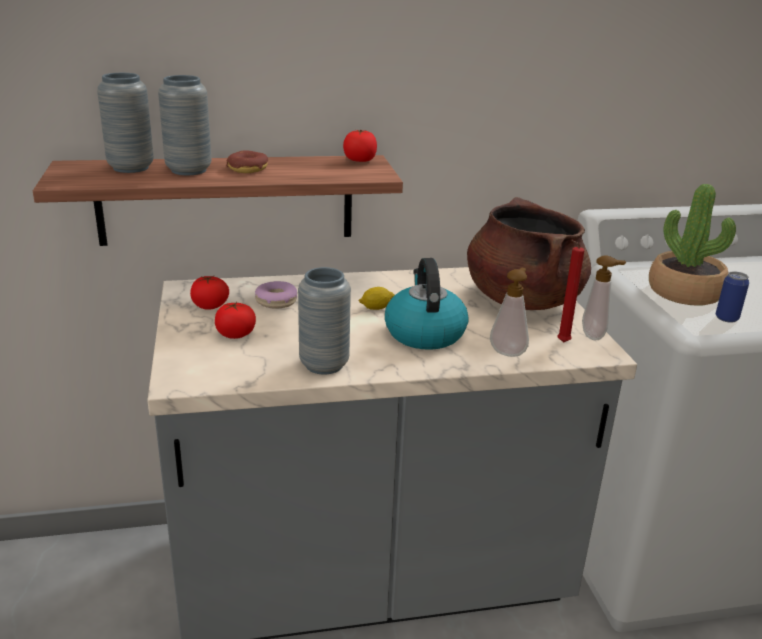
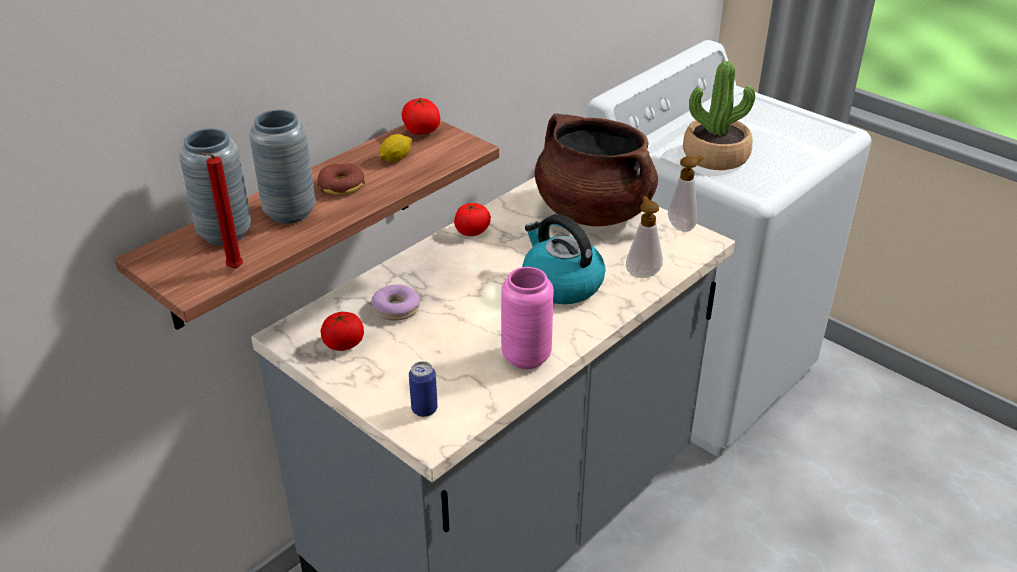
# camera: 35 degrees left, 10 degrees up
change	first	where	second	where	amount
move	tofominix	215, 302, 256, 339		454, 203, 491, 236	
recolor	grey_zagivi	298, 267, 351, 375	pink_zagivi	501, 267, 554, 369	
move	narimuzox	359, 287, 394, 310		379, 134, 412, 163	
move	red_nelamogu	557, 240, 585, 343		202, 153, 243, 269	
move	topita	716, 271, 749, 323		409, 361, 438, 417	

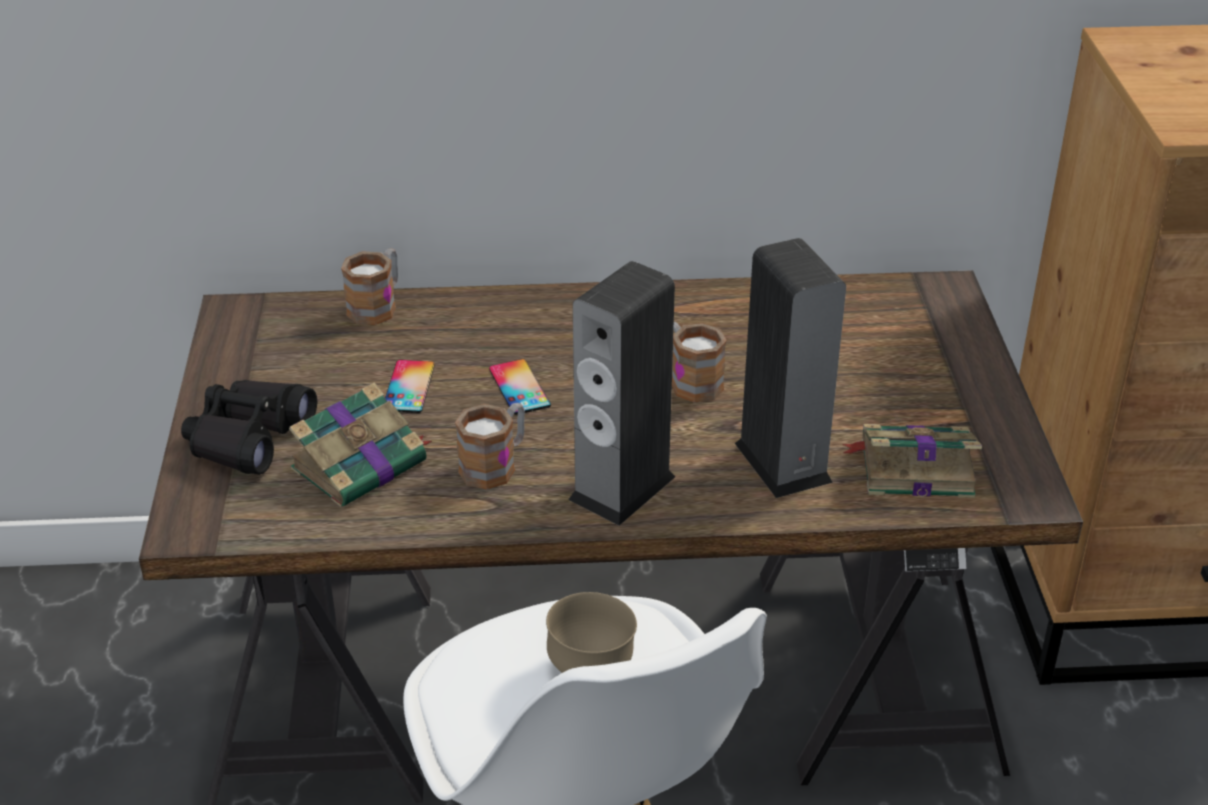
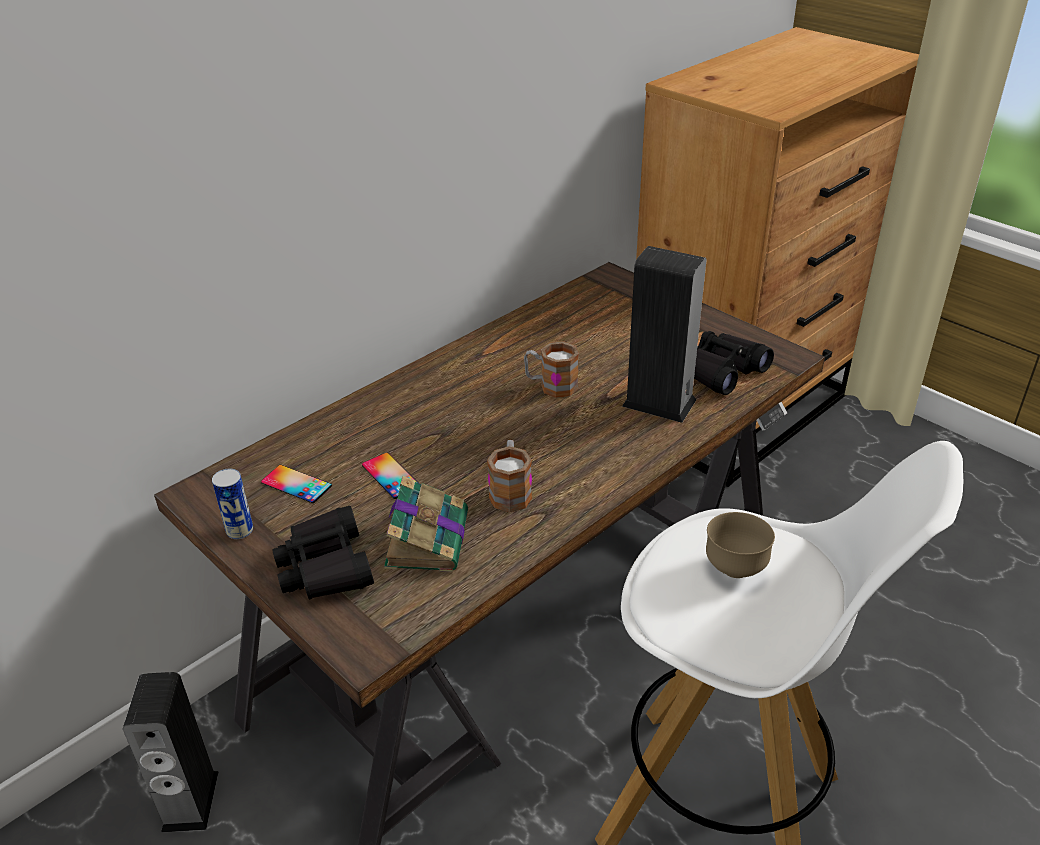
# camera: 40 degrees left, 0 degrees up
change	first	where	second	where	amount
delete	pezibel	341, 248, 398, 325			
move	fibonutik	489, 359, 551, 415		261, 465, 332, 503	
move	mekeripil	568, 261, 675, 526		123, 672, 219, 833	
replace	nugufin	842, 424, 982, 498	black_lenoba	694, 331, 774, 395	
insert			topita	212, 468, 253, 539	

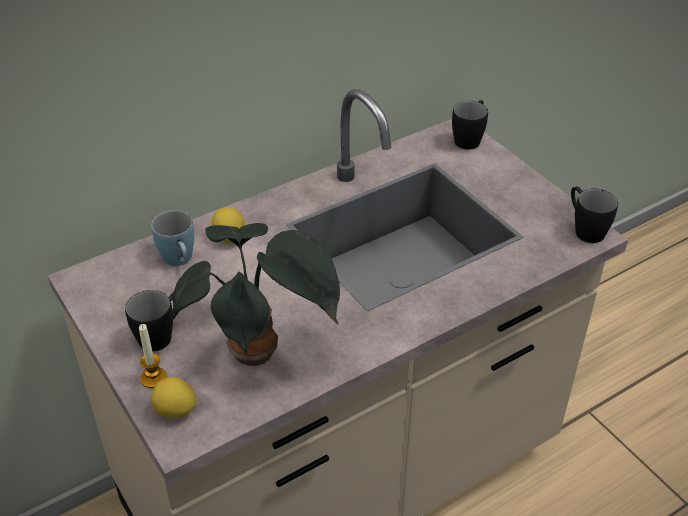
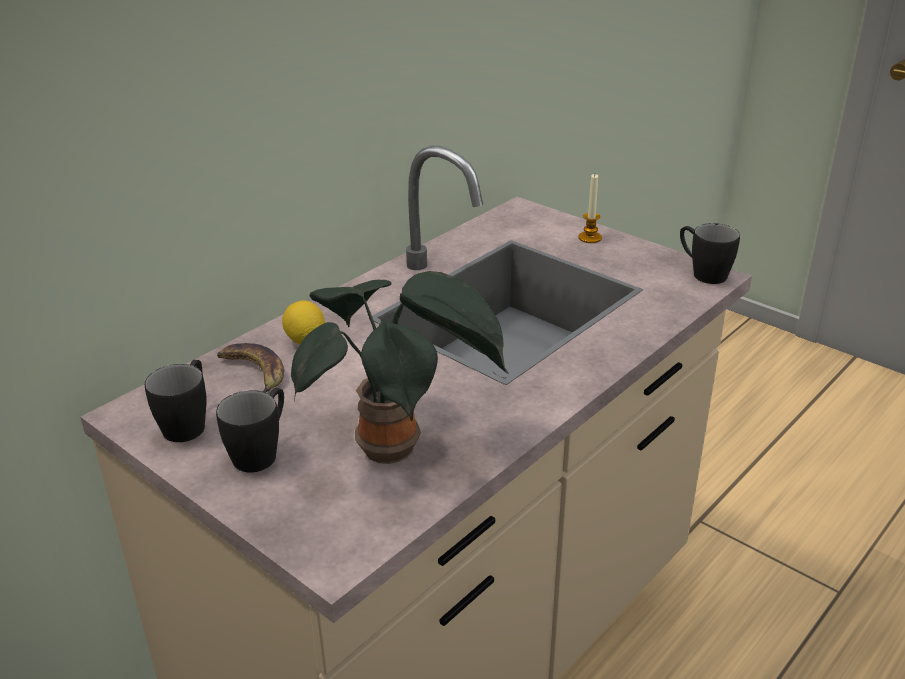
# camera: 15 degrees left, 10 degrees down
change	first	where	second	where	amount
move	nelamogu	139, 324, 167, 388		579, 174, 602, 243	
replace	blue_pezibel	151, 210, 194, 266	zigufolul	217, 343, 284, 393	
delete	narimuzox	151, 377, 197, 419			
move	black_pezibel	452, 100, 488, 150		145, 360, 207, 442	

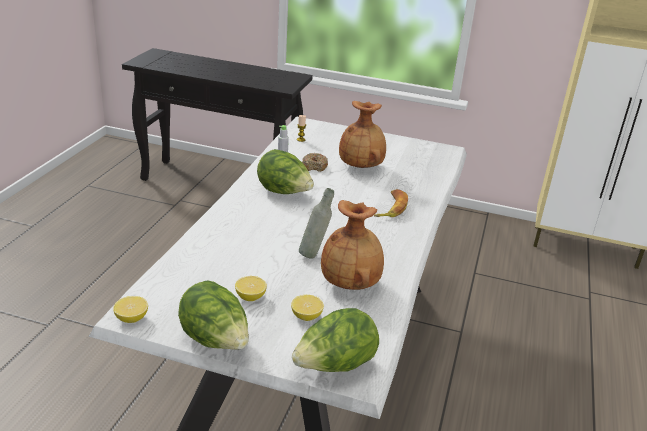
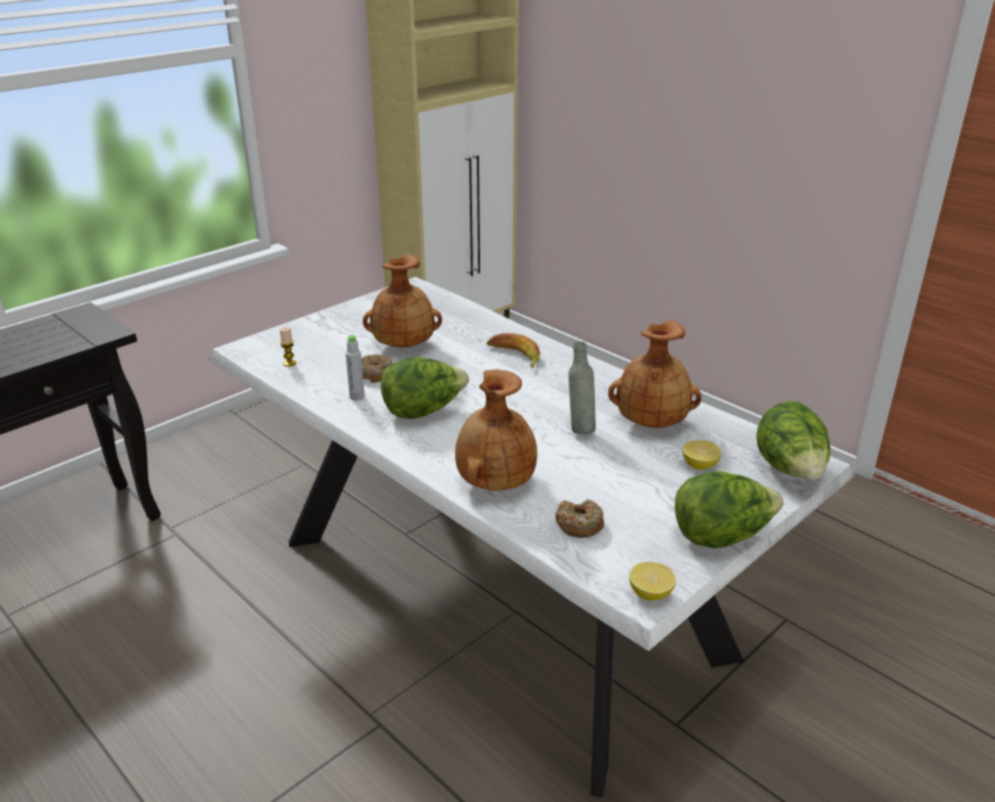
# camera: 60 degrees left, 0 degrees up
change	first	where	second	where	amount
delete	narimuzox	235, 276, 267, 301			
insert			brown_zagivi	455, 369, 537, 491	
insert			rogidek	555, 499, 604, 538	

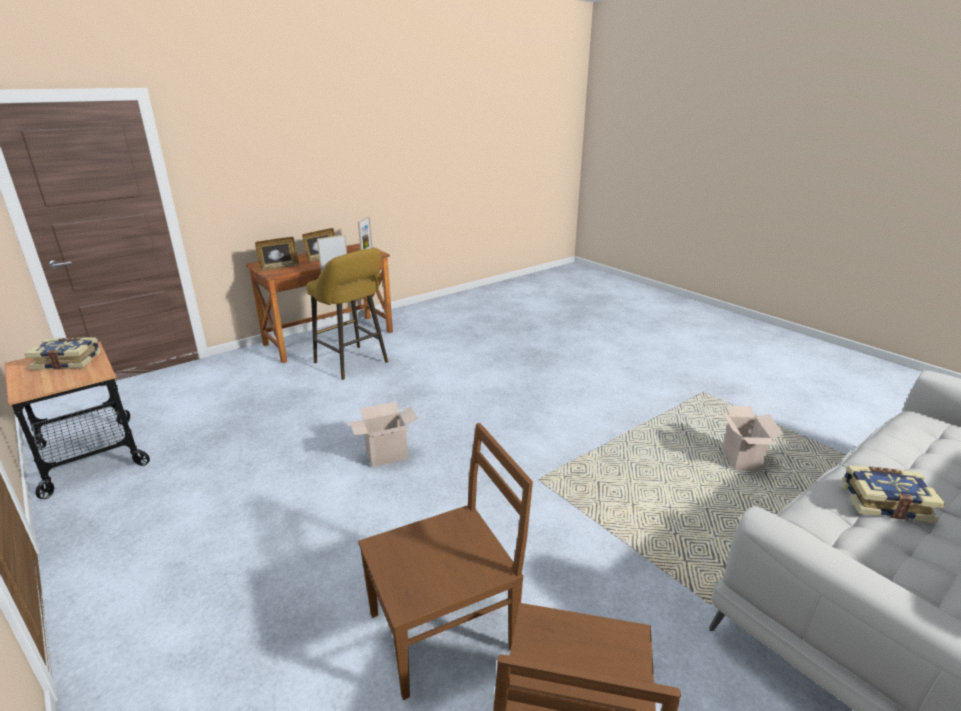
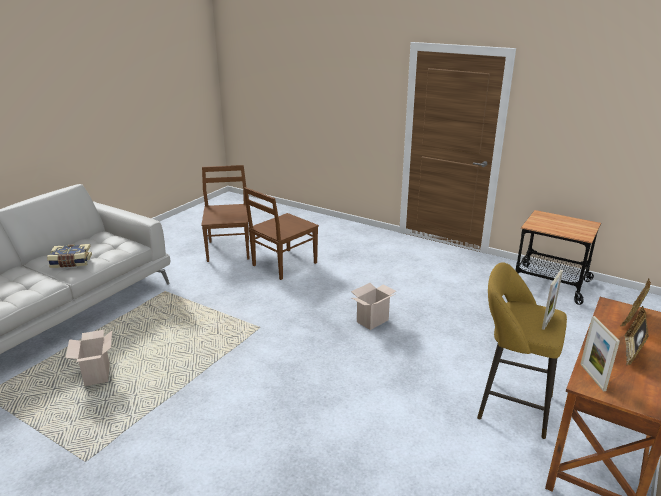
# camera: 160 degrees right, 0 degrees up
change	first	where	second	where	amount
delete	nugufin	24, 337, 101, 370			

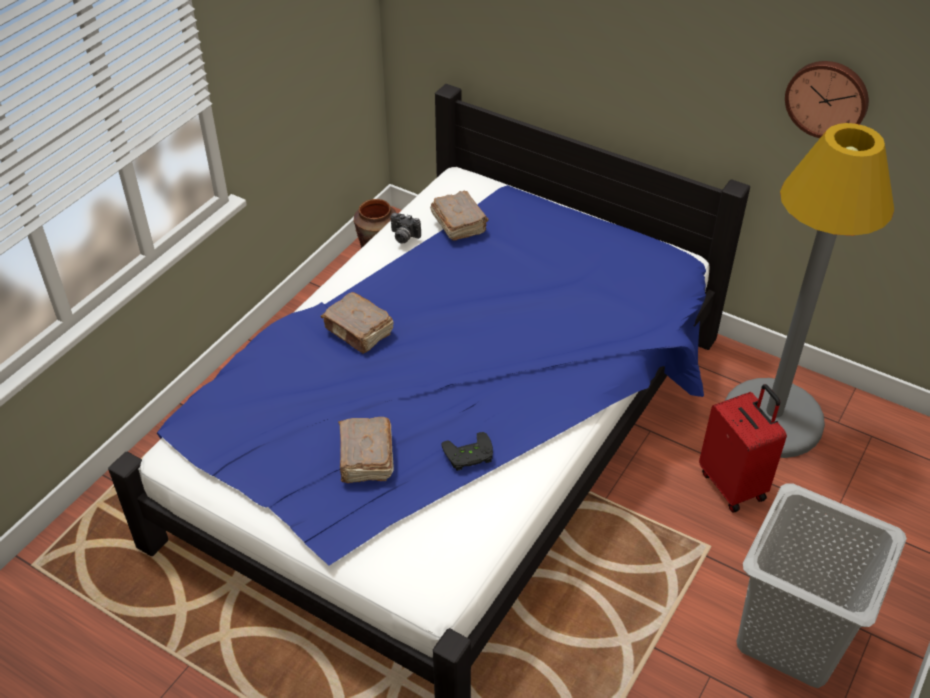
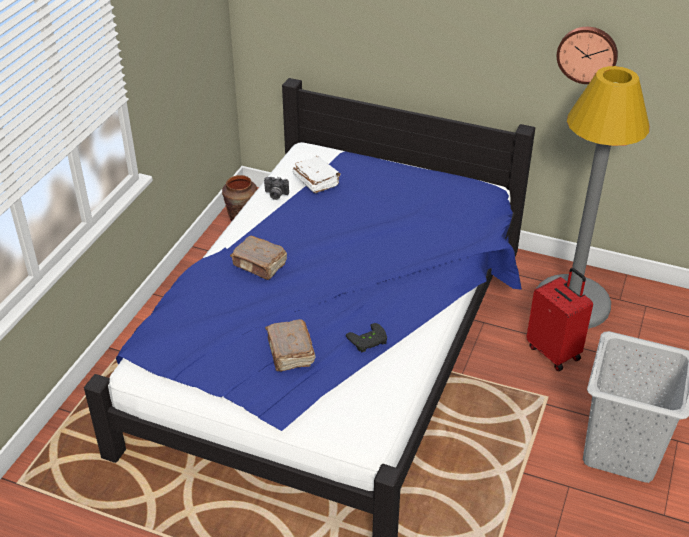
# camera: 10 degrees left, 5 degrees down
change	first	where	second	where	amount
recolor	brown_nugufin	430, 191, 489, 241	white_nugufin	292, 156, 341, 193	

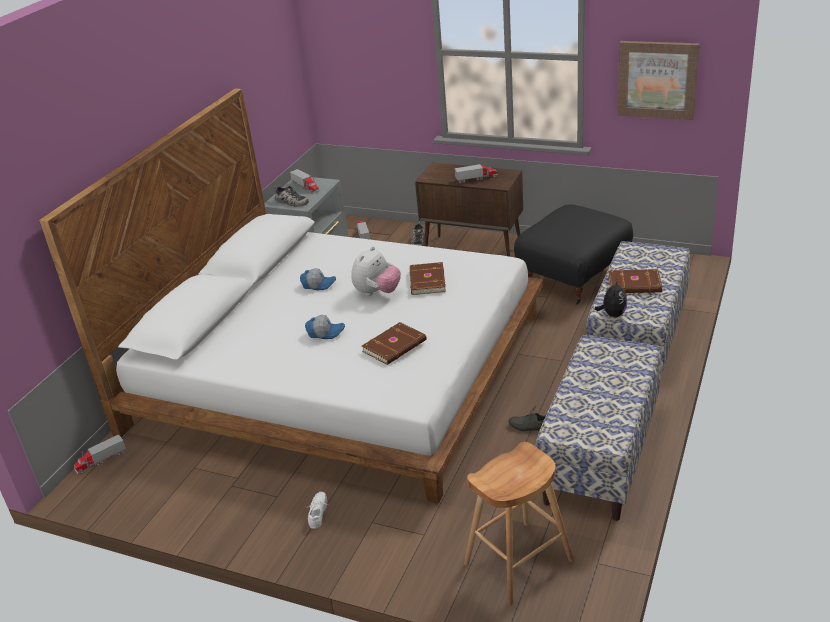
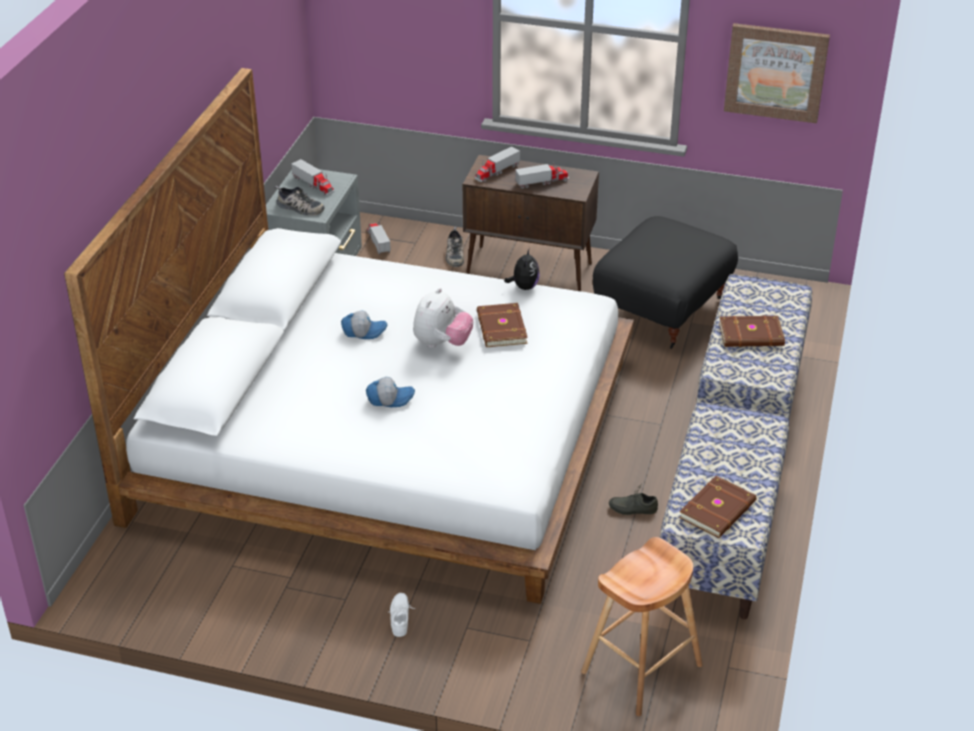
# camera: 10 degrees left, 5 degrees up
change	first	where	second	where	amount
move	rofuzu	74, 435, 126, 474		475, 147, 520, 182	
move	brown_nugufin	362, 322, 427, 365		679, 476, 757, 538	
move	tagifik	595, 279, 627, 317		504, 248, 540, 290	

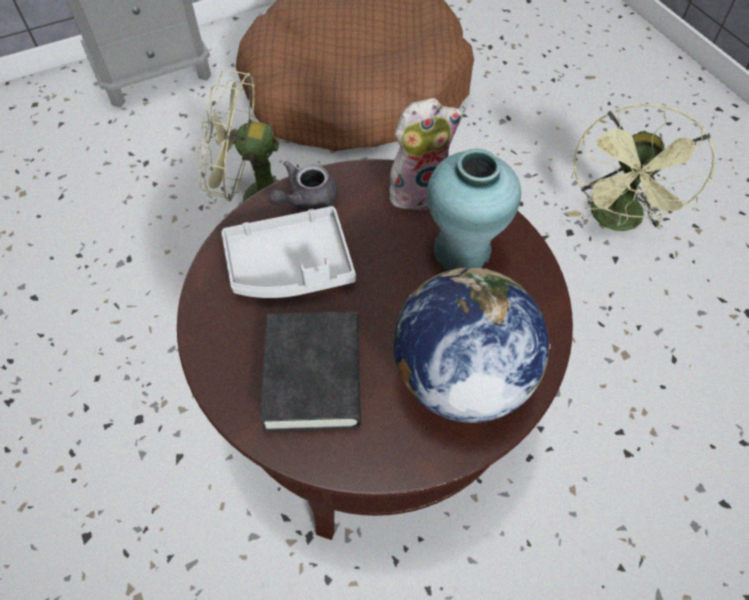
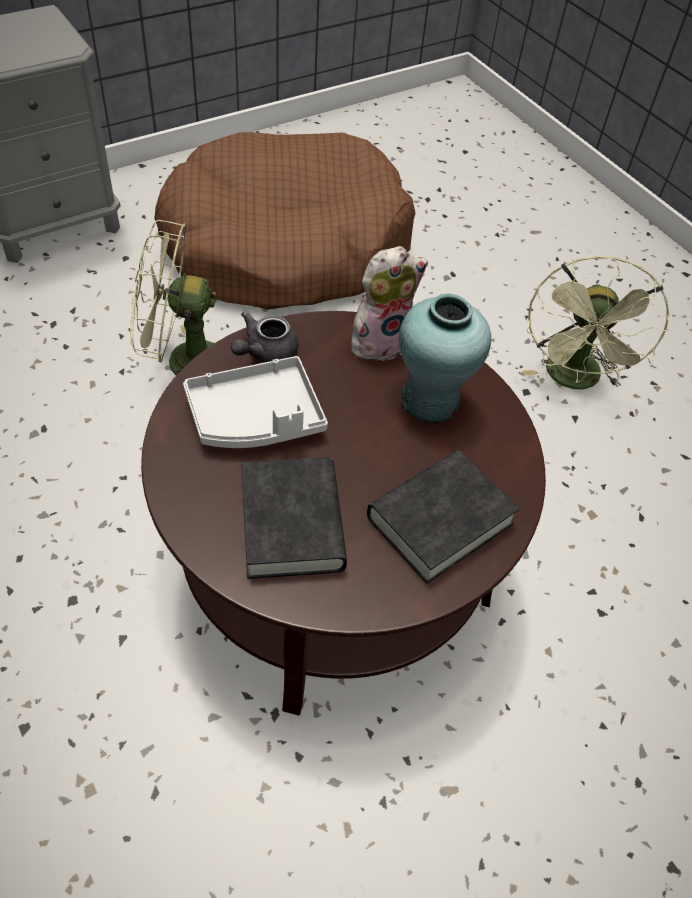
# camera: 10 degrees left, 5 degrees down
change	first	where	second	where	amount
replace	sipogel	393, 268, 551, 423	black_nugufin	367, 450, 520, 584	

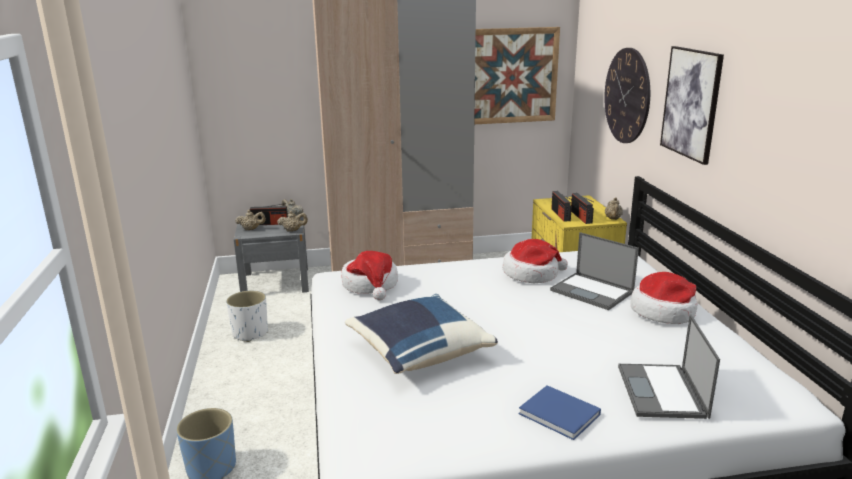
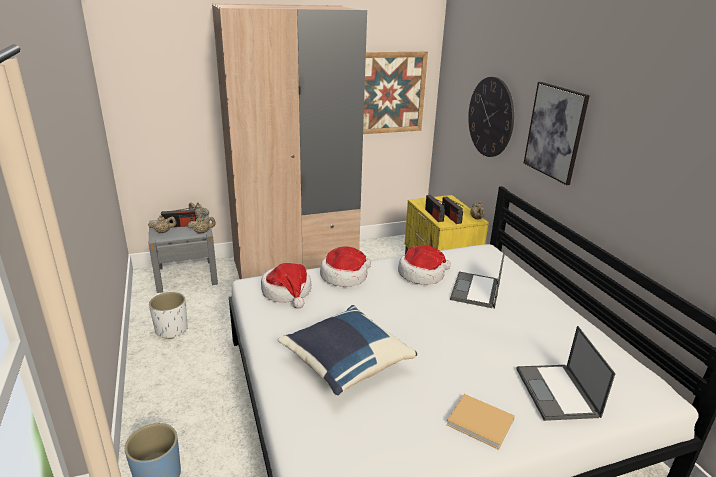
# camera: 10 degrees left, 5 degrees up
change	first	where	second	where	amount
recolor	blue_nugufin	519, 385, 601, 440	beige_nugufin	446, 394, 515, 450	
rotate	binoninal	550, 232, 639, 310		450, 247, 506, 309	75 degrees clockwise
move	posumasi	631, 272, 697, 324		320, 246, 371, 287	

